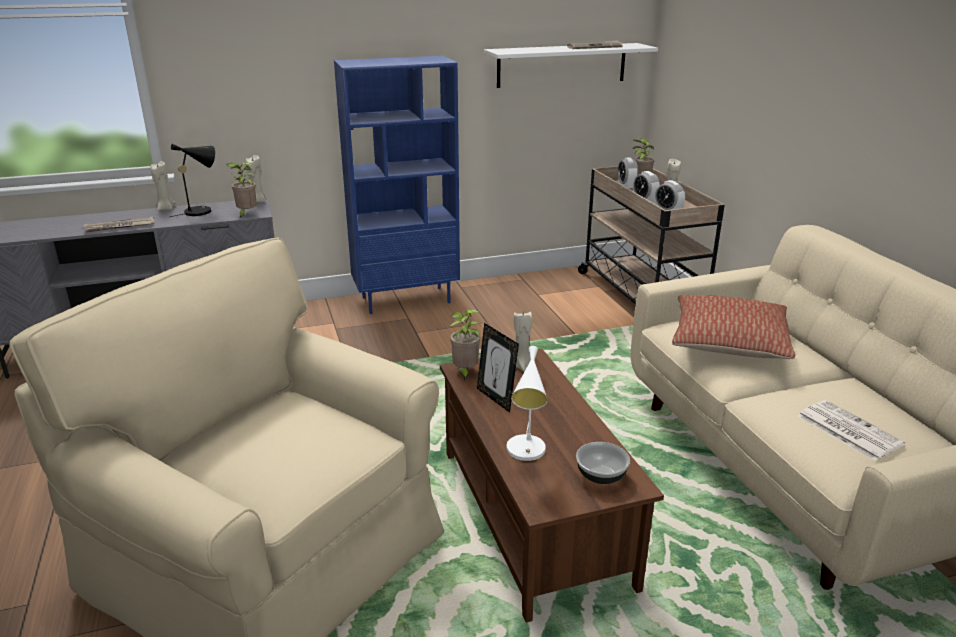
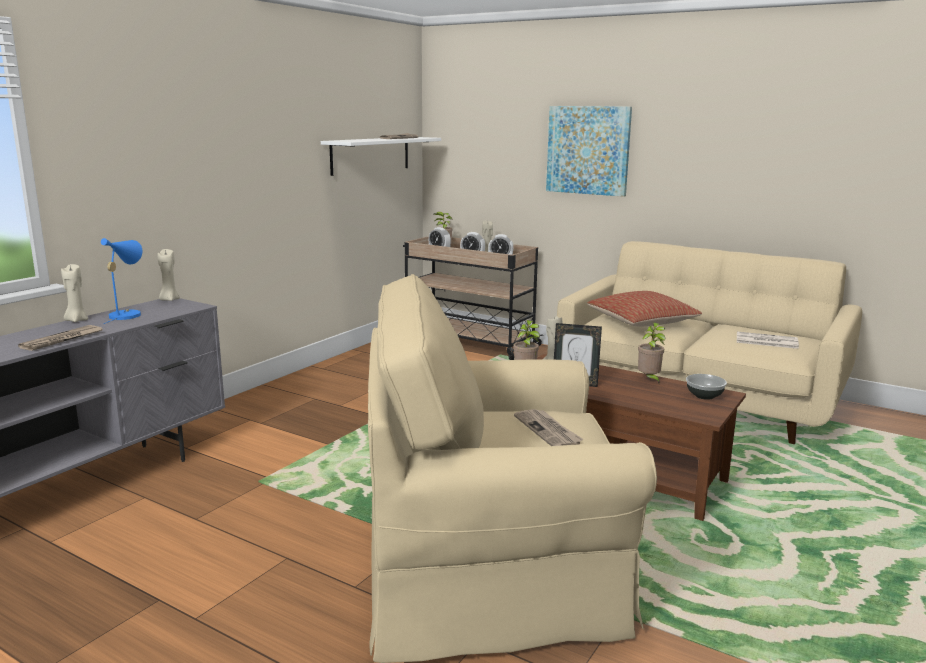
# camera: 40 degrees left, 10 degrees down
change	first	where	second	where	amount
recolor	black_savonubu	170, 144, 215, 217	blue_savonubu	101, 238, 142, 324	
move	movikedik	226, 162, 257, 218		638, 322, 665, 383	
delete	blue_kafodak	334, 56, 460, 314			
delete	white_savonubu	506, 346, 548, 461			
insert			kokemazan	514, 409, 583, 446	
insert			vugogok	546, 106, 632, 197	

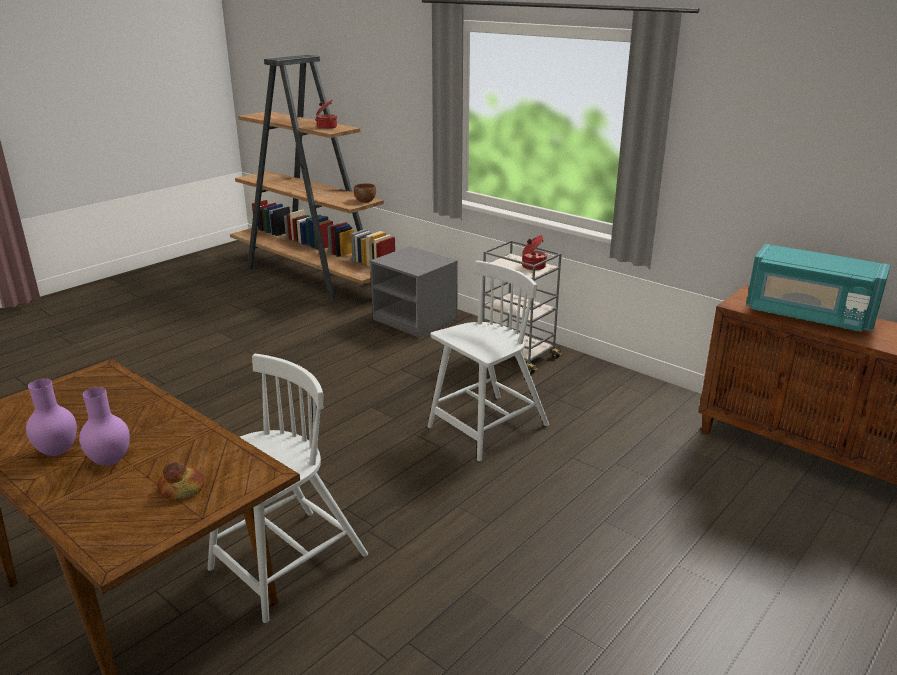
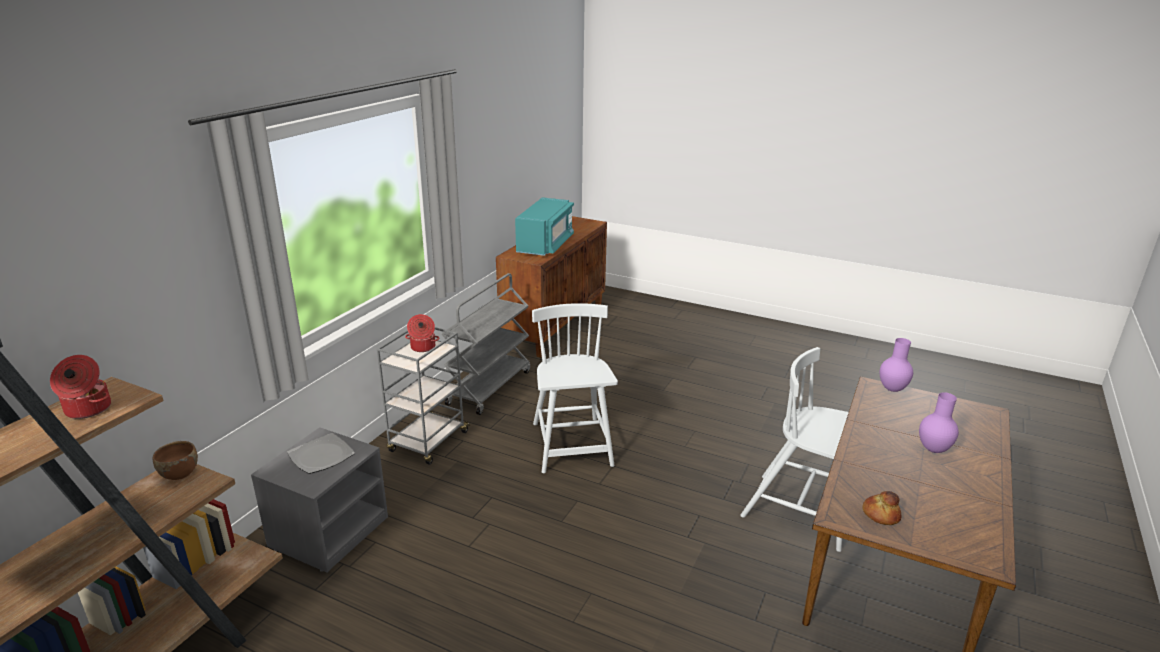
# camera: 105 degrees left, 0 degrees up
change	first	where	second	where	amount
move	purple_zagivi	26, 379, 77, 456		880, 338, 913, 392	
move	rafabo	157, 462, 205, 499		862, 491, 901, 525	
rotate	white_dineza	427, 261, 549, 461		532, 303, 618, 473	45 degrees clockwise
insert			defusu	287, 433, 355, 474	
insert			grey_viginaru	442, 273, 530, 415	

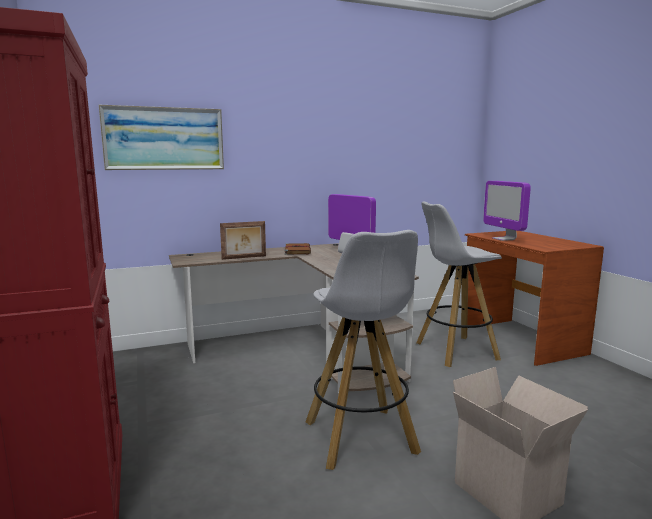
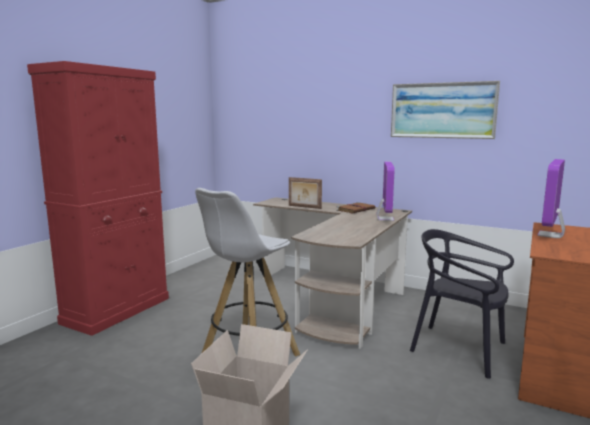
# camera: 50 degrees right, 0 degrees up
change	first	where	second	where	amount
move	vugogok	99, 105, 224, 170		391, 81, 500, 139	
replace	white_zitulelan	416, 202, 502, 367	black_dineza	410, 229, 514, 379	

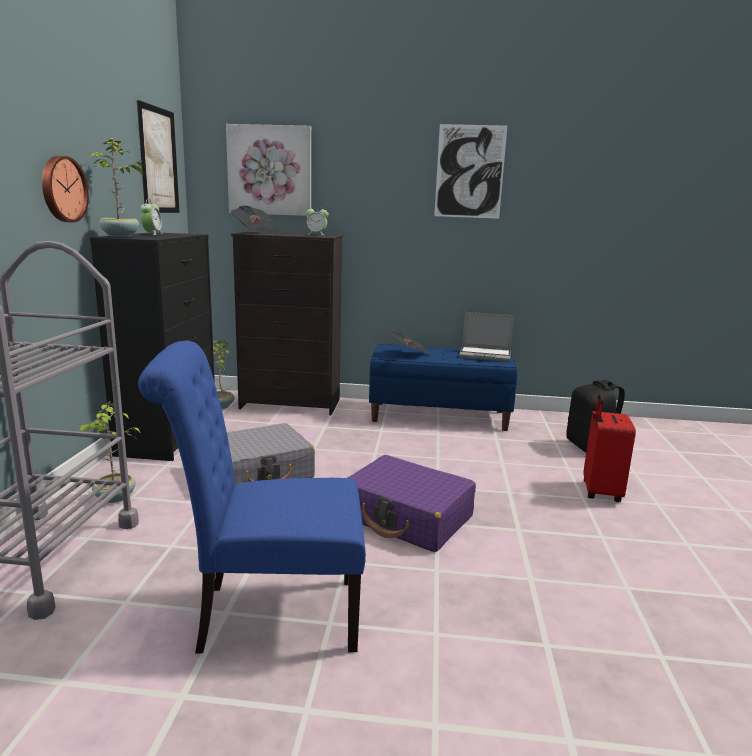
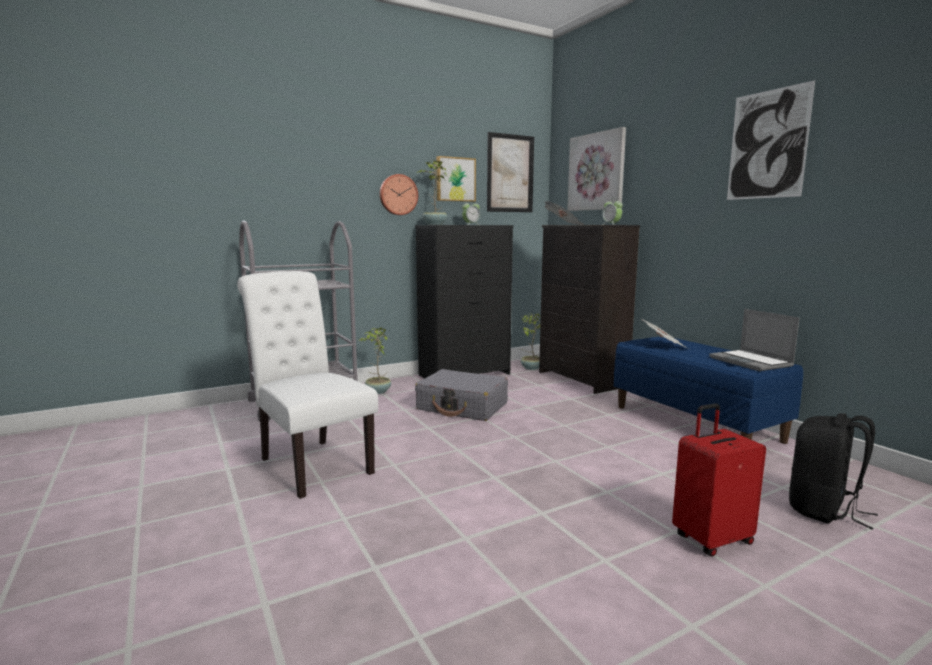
# camera: 55 degrees right, 5 degrees down
change	first	where	second	where	amount
recolor	blue_dineza	138, 341, 366, 654	white_dineza	237, 271, 378, 499	
delete	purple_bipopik	348, 455, 476, 552			
insert			vugogok	436, 156, 476, 202	

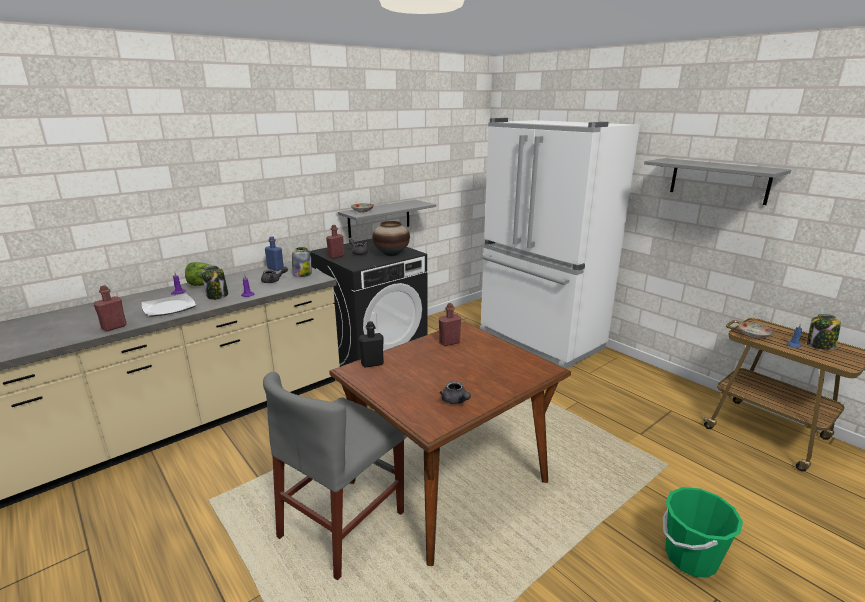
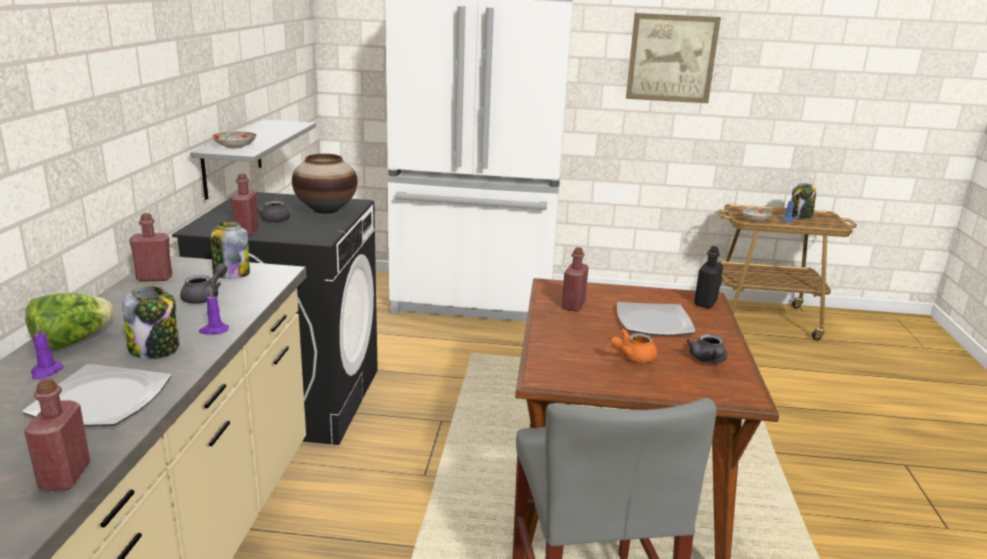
# camera: 45 degrees left, 0 degrees up
change	first	where	second	where	amount
recolor	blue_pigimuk	265, 236, 284, 271	red_pigimuk	129, 213, 172, 282	
move	black_pigimuk	358, 321, 384, 368		694, 246, 723, 308	
rotate	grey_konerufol	440, 381, 471, 404		687, 334, 727, 364	75 degrees clockwise
replace	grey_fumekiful	644, 158, 791, 205	vugogok	626, 13, 721, 103	
delete	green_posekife	663, 487, 743, 578			
insert			orange_konerufol	610, 329, 657, 363	
insert			defusu	617, 302, 696, 336	

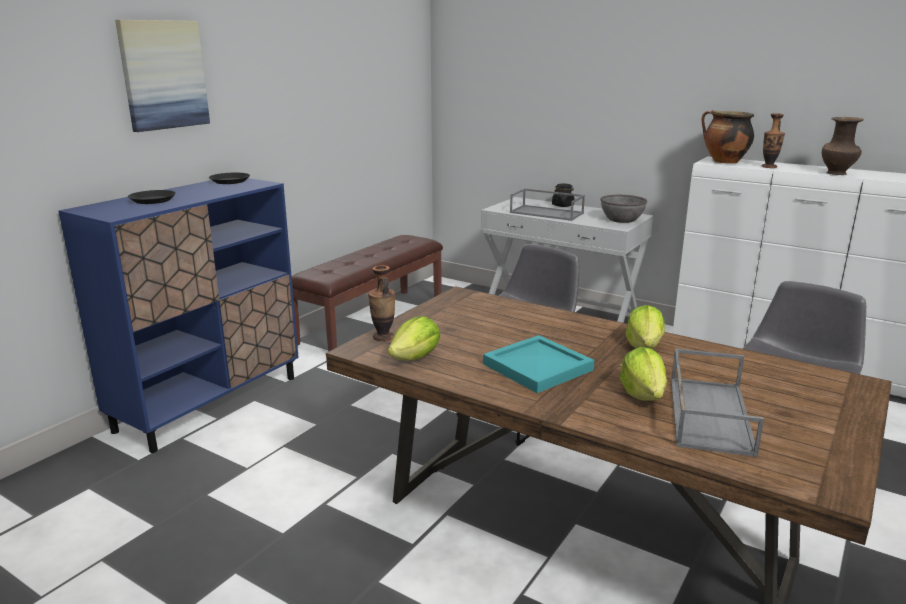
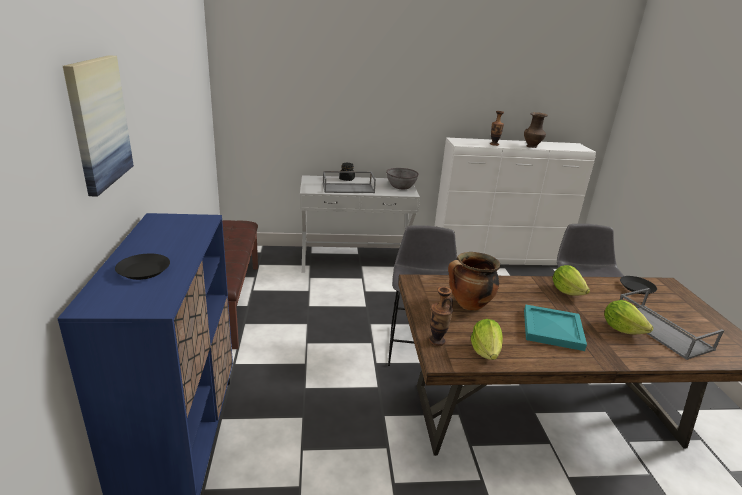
# camera: 40 degrees left, 5 degrees up
change	first	where	second	where	amount
move	black_defusu	209, 173, 250, 184		620, 276, 657, 294	
move	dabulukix	702, 110, 754, 163		448, 252, 500, 311	

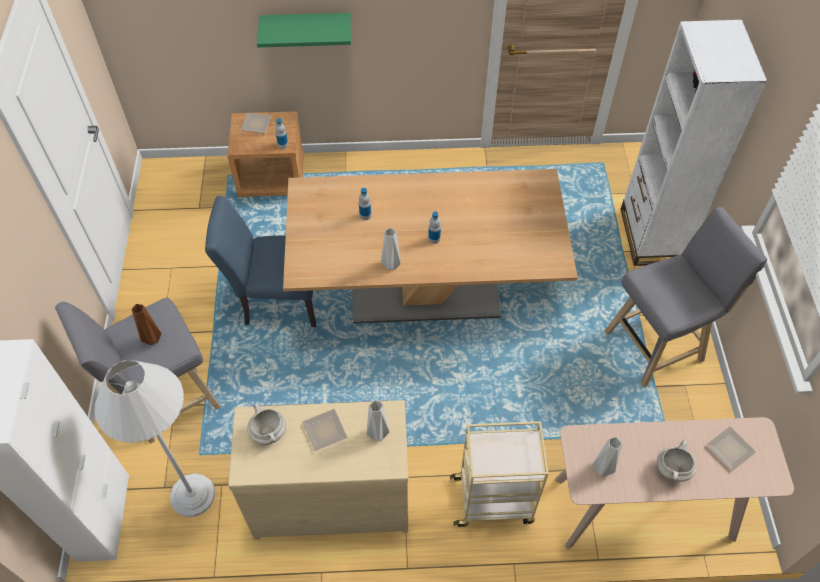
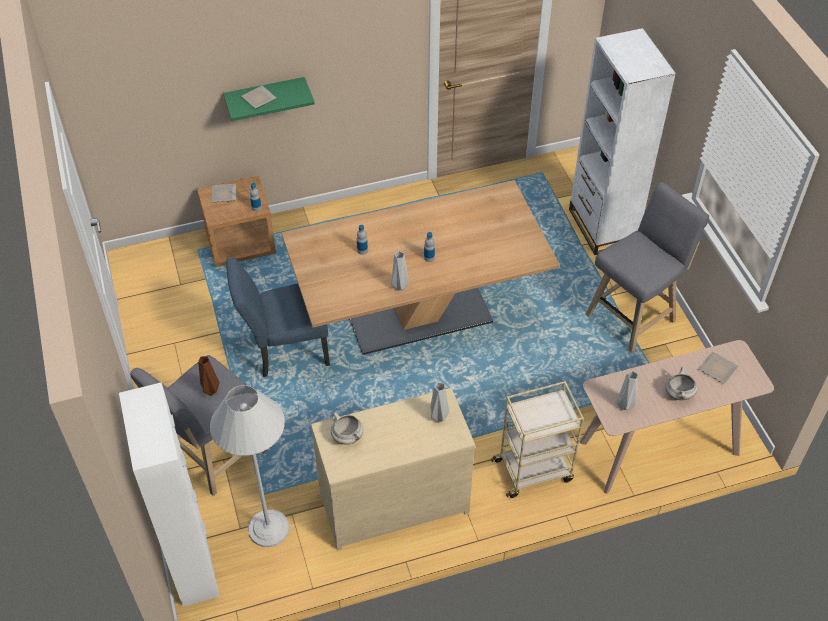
# camera: 15 degrees left, 5 degrees down
change	first	where	second	where	amount
move	defusu	302, 409, 347, 451		242, 86, 276, 109	

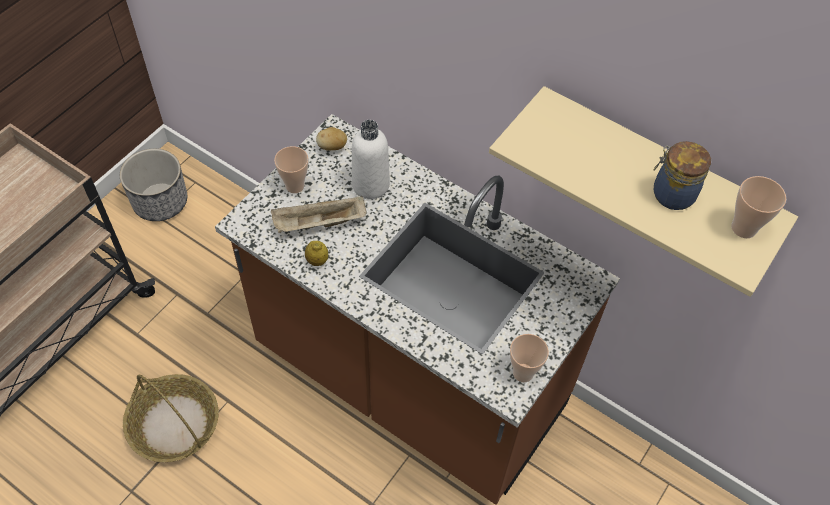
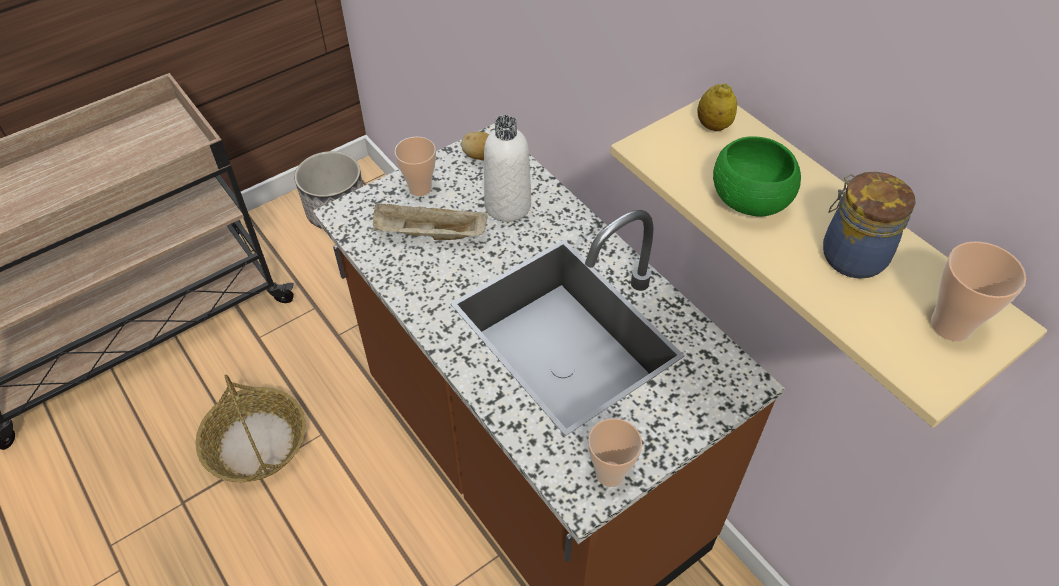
# camera: 20 degrees right, 5 degrees down
change	first	where	second	where	amount
move	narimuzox	305, 241, 328, 266		697, 84, 737, 131	
insert			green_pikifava	713, 137, 801, 217	

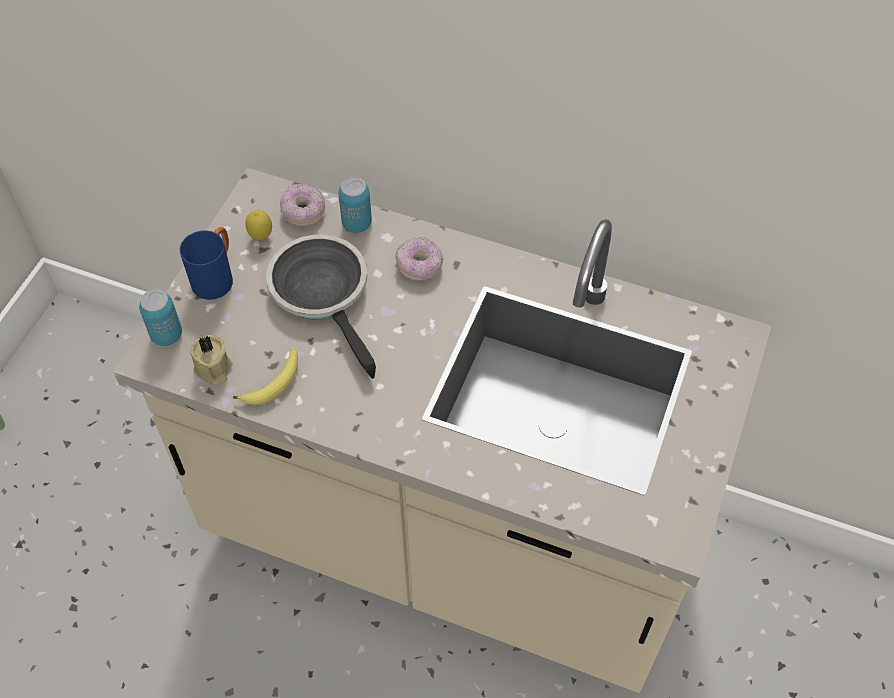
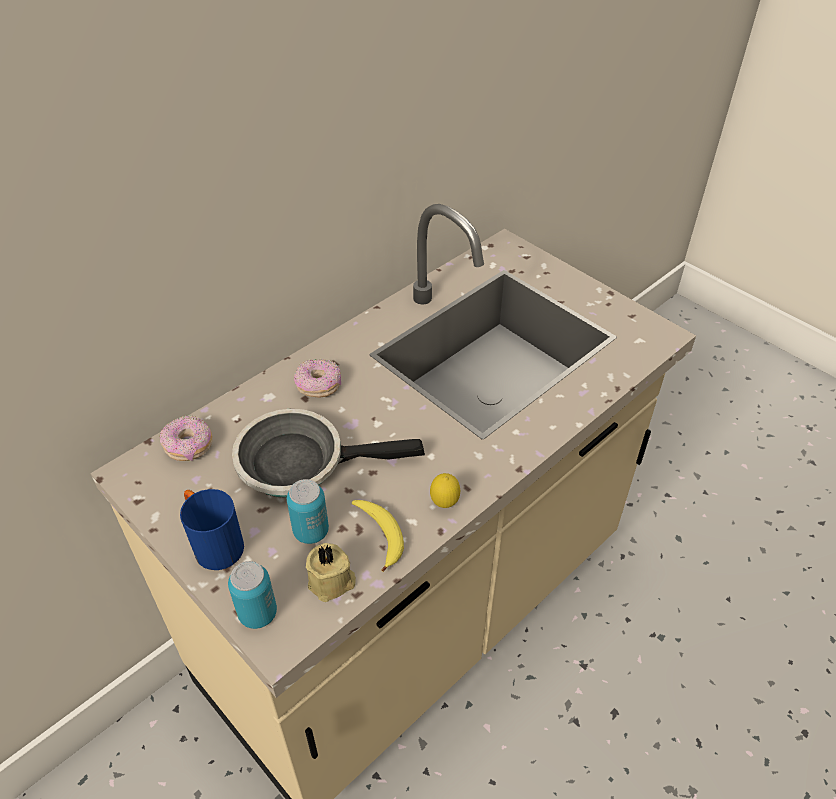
# camera: 65 degrees left, 10 degrees down
change	first	where	second	where	amount
move	narimuzox	245, 210, 272, 240		430, 473, 460, 508	
move	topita	338, 177, 372, 233		287, 479, 329, 544	

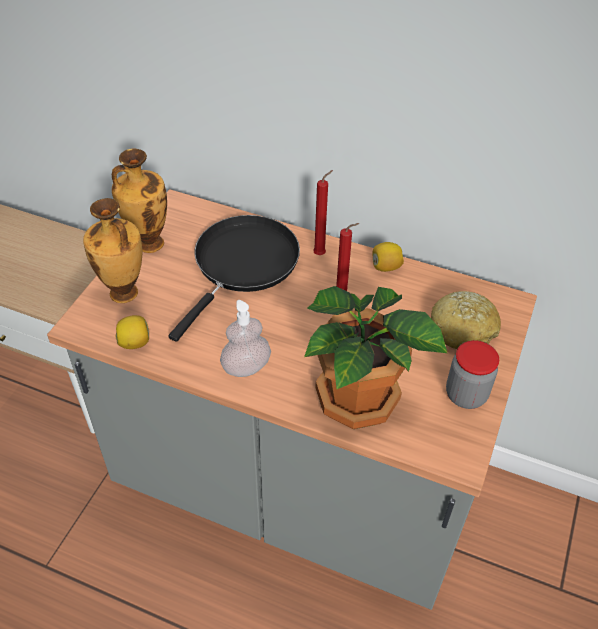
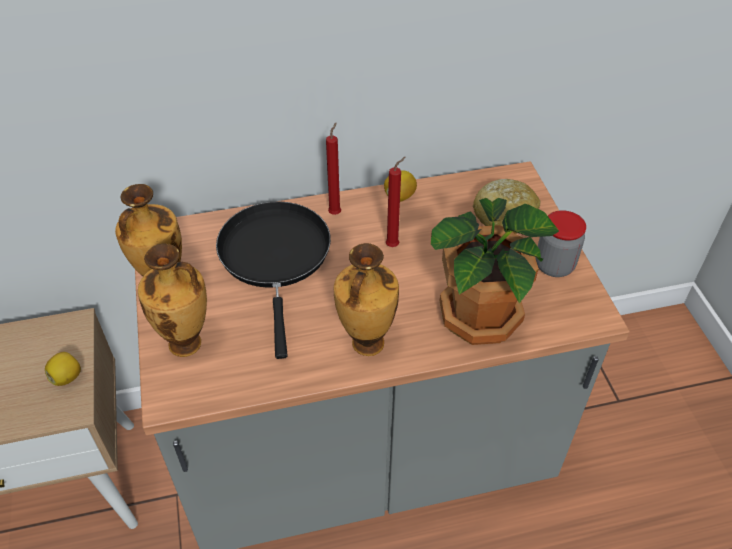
# camera: 35 degrees left, 0 degrees up
change	first	where	second	where	amount
move	narimuzox	116, 315, 149, 349		45, 352, 81, 386	
replace	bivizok	220, 300, 271, 377	zagivi	334, 243, 399, 356	

